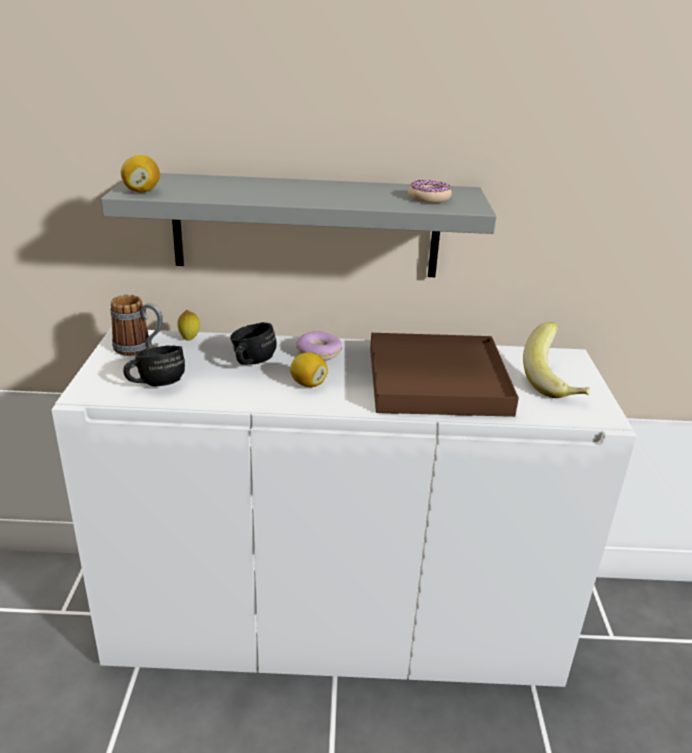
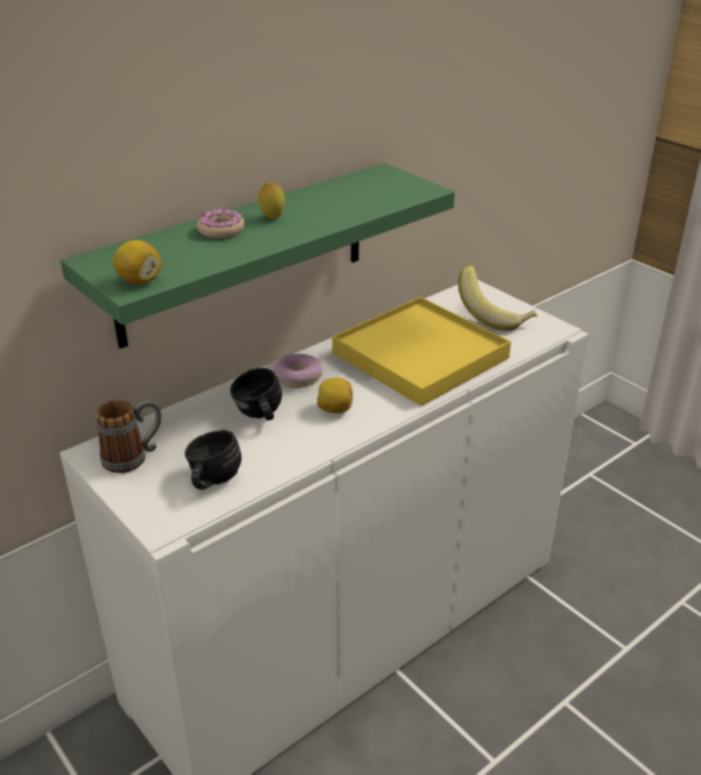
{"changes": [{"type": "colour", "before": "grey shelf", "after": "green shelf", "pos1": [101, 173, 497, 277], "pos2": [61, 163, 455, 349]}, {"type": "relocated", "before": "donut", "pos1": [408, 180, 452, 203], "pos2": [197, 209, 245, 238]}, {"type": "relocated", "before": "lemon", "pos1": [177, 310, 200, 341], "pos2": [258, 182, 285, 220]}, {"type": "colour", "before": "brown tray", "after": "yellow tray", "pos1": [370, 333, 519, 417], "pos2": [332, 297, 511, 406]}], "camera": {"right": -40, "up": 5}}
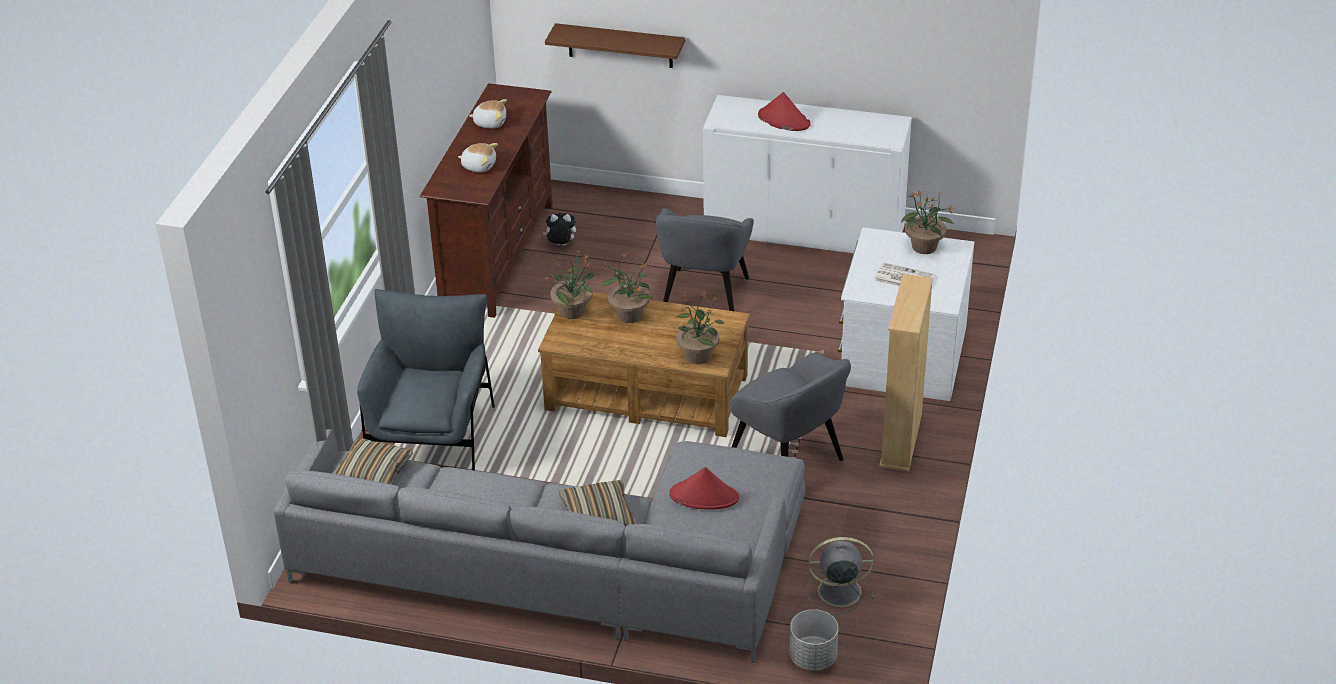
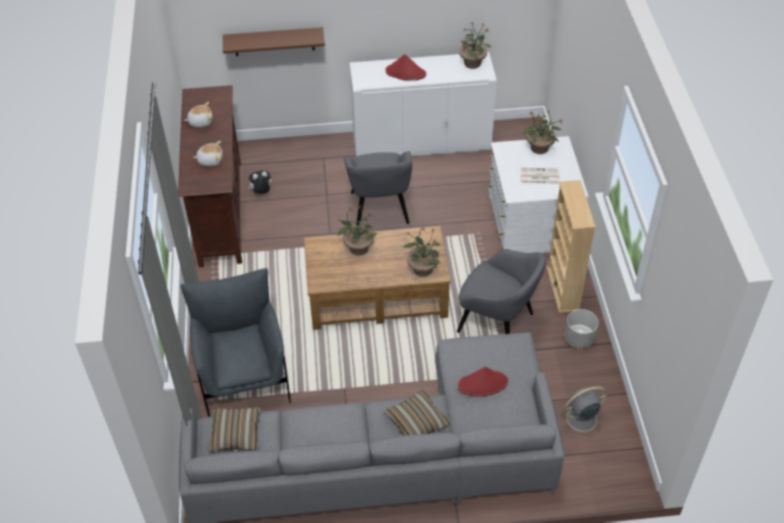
{"changes": [{"type": "relocated", "before": "potted plant", "pos1": [545, 251, 597, 319], "pos2": [459, 22, 491, 69]}, {"type": "relocated", "before": "grey planter", "pos1": [789, 609, 839, 671], "pos2": [564, 309, 599, 349]}], "camera": {"right": -20, "up": 10}}
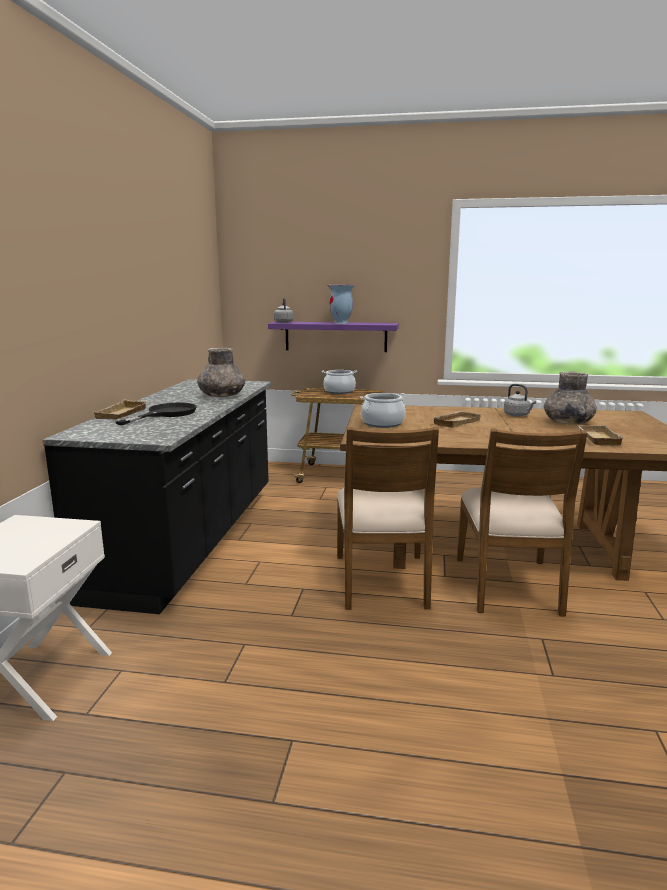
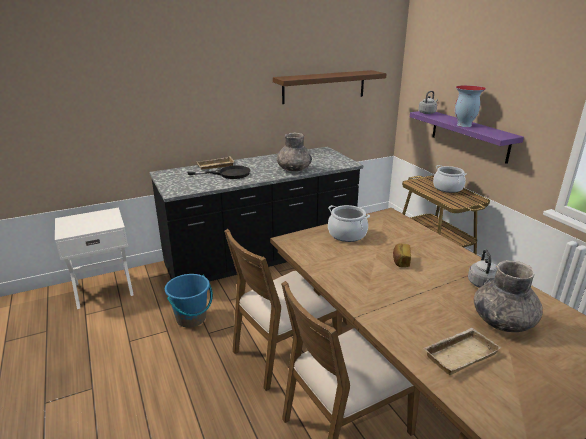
{"changes": [{"type": "appeared", "after": "blue bucket", "pos2": [165, 274, 213, 327]}, {"type": "appeared", "after": "brown shelf", "pos2": [273, 70, 386, 104]}, {"type": "exchanged", "before": "beige tray", "after": "bread", "pos1": [431, 411, 482, 428], "pos2": [393, 244, 411, 267]}], "camera": {"right": 55, "up": 10}}
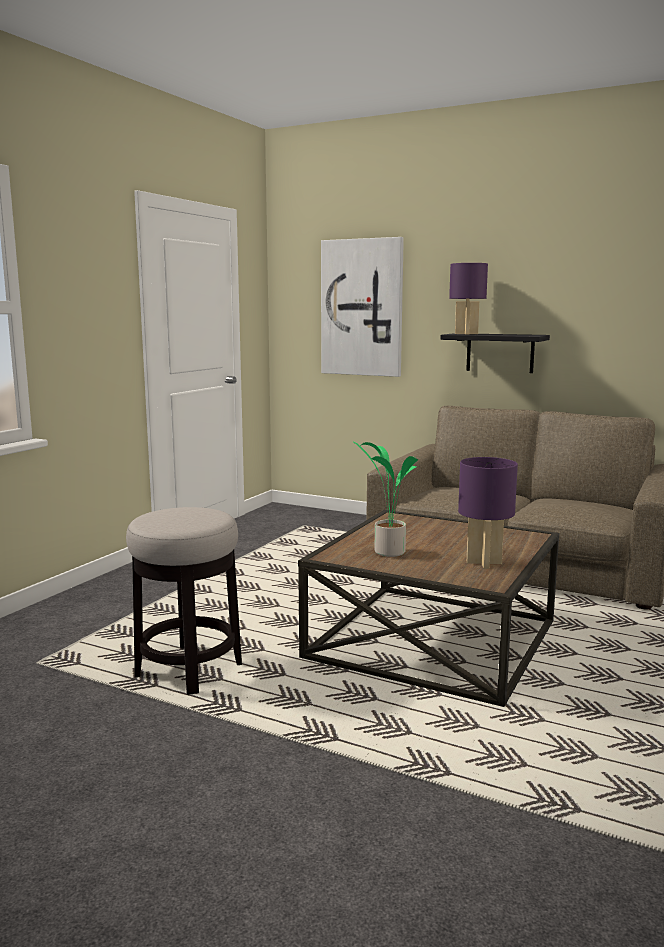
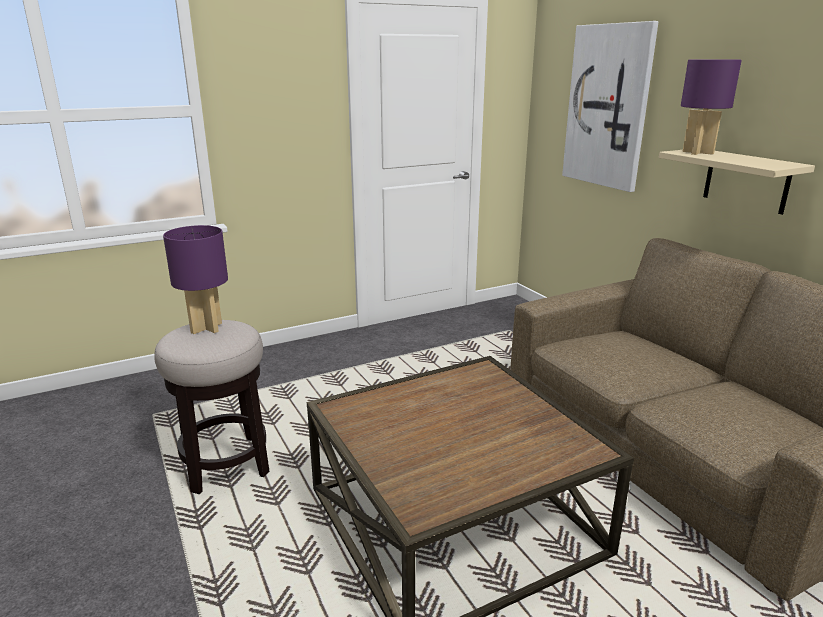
{"changes": [{"type": "relocated", "before": "purple table lamp", "pos1": [458, 457, 518, 569], "pos2": [163, 225, 228, 334]}, {"type": "colour", "before": "black shelf", "after": "beige shelf", "pos1": [440, 333, 550, 373], "pos2": [659, 150, 815, 215]}, {"type": "missing", "before": "potted plant", "pos1": [354, 442, 418, 557]}], "camera": {"right": 35, "up": 10}}
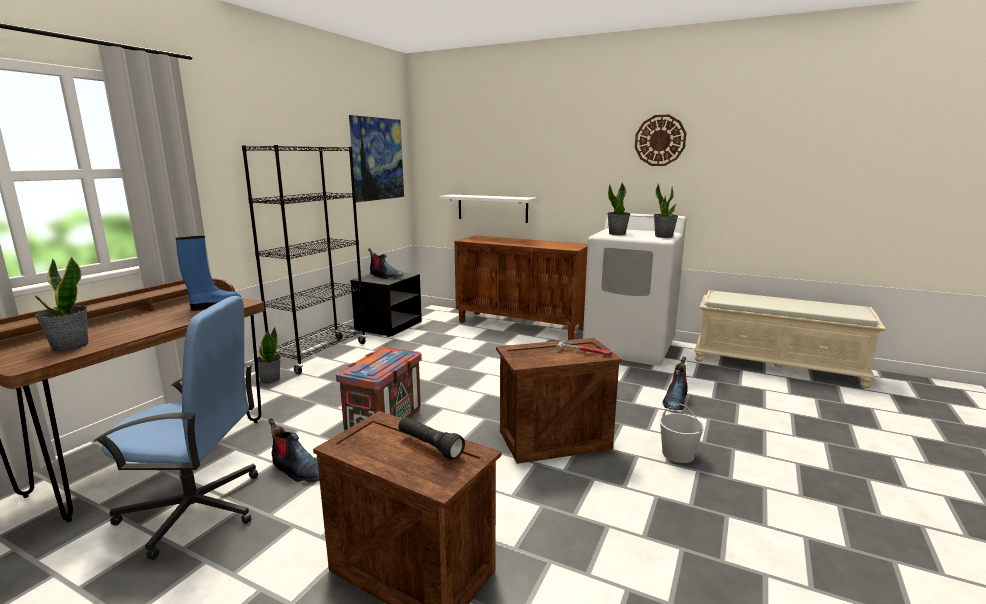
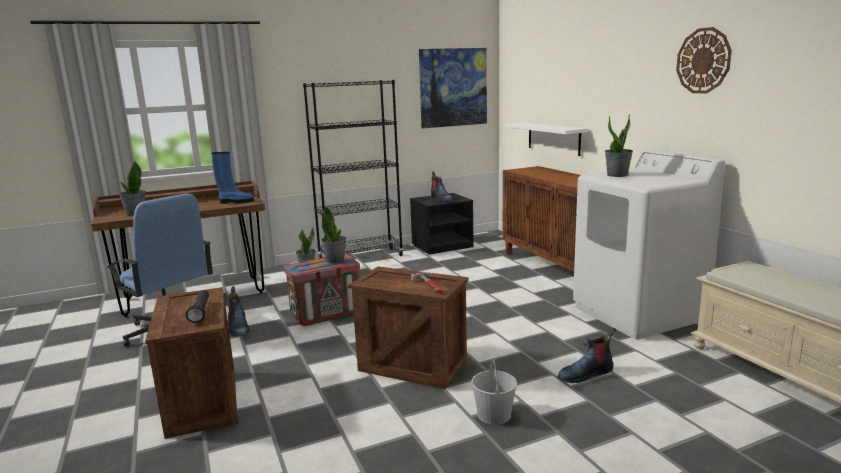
{"changes": [{"type": "relocated", "before": "potted plant", "pos1": [654, 184, 678, 238], "pos2": [321, 206, 346, 263]}], "camera": {"right": 40, "up": 0}}
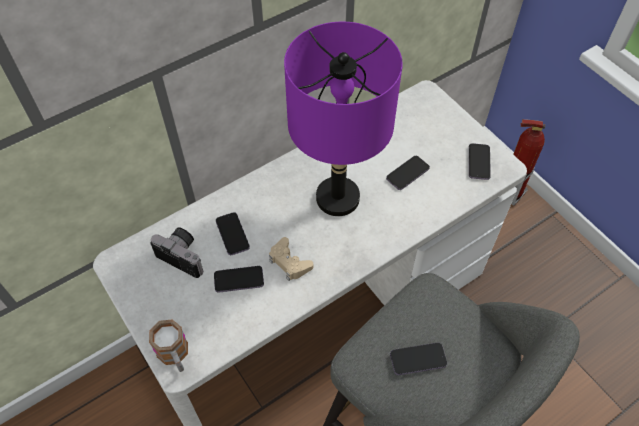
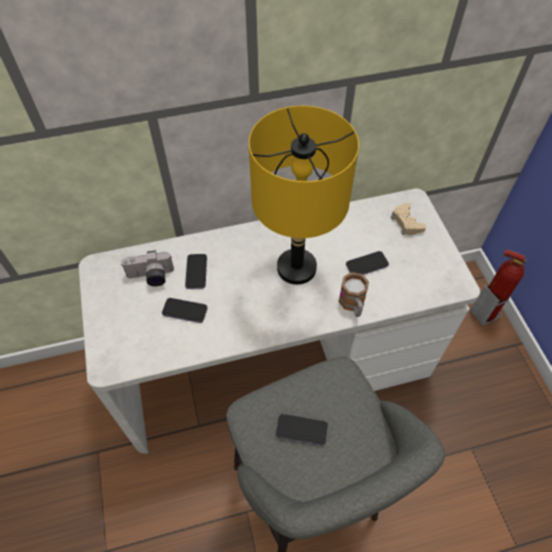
{"changes": [{"type": "spun", "before": "photo camera", "pos1": [151, 227, 203, 278], "pos2": [121, 250, 174, 286], "turn": 120}, {"type": "colour", "before": "purple table lamp", "after": "yellow table lamp", "pos1": [284, 22, 403, 216], "pos2": [249, 106, 359, 285]}, {"type": "relocated", "before": "mug", "pos1": [149, 320, 188, 372], "pos2": [339, 272, 369, 317]}, {"type": "relocated", "before": "beige game controller", "pos1": [269, 237, 313, 281], "pos2": [391, 203, 426, 235]}, {"type": "missing", "before": "phone", "pos1": [469, 143, 491, 180]}], "camera": {"right": 20, "up": 0}}
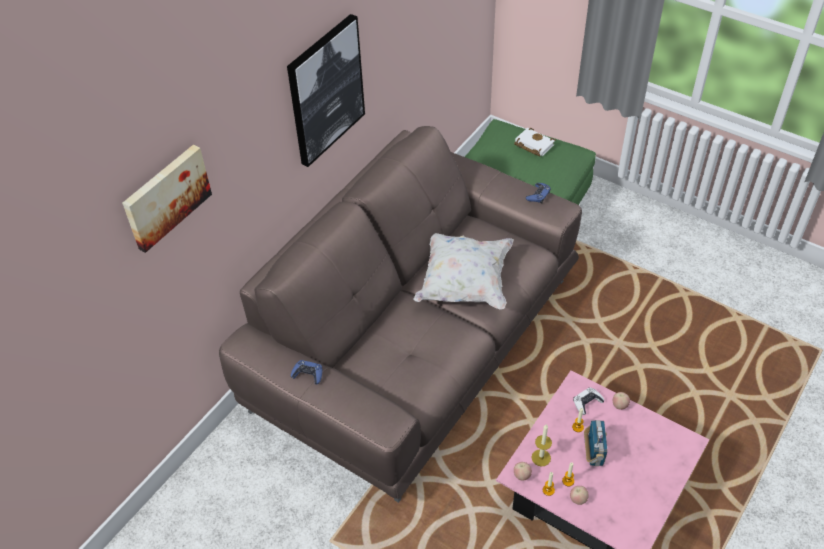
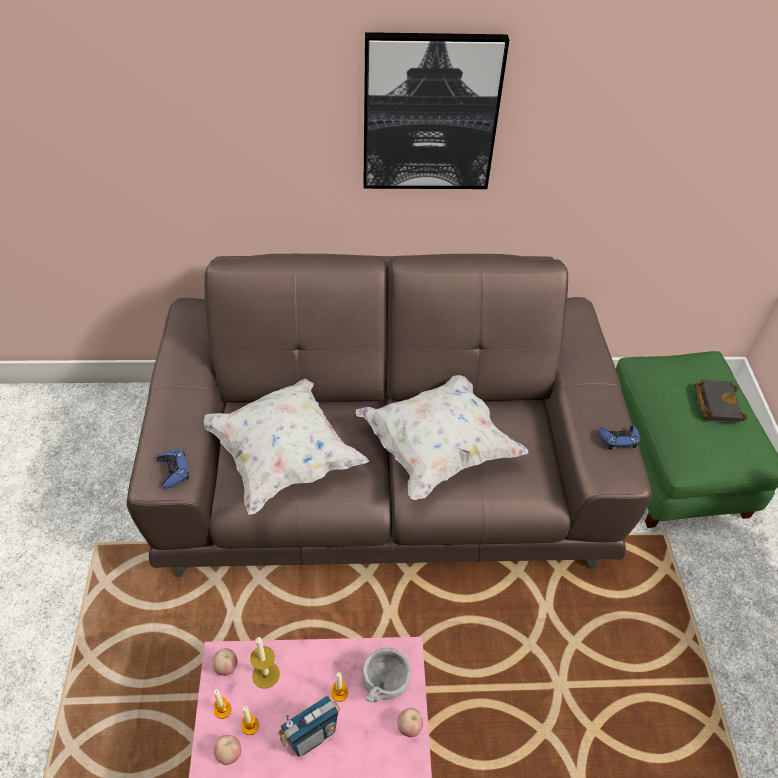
{"changes": [{"type": "relocated", "before": "blue game controller", "pos1": [291, 360, 322, 384], "pos2": [156, 450, 189, 488]}, {"type": "appeared", "after": "white pillow", "pos2": [204, 378, 369, 515]}, {"type": "exchanged", "before": "white game controller", "after": "grey bowl", "pos1": [573, 388, 604, 415], "pos2": [362, 648, 411, 703]}, {"type": "colour", "before": "white book", "after": "black book", "pos1": [514, 128, 555, 157], "pos2": [694, 380, 747, 423]}, {"type": "missing", "before": "picture", "pos1": [122, 144, 212, 253]}], "camera": {"right": 50, "up": 0}}
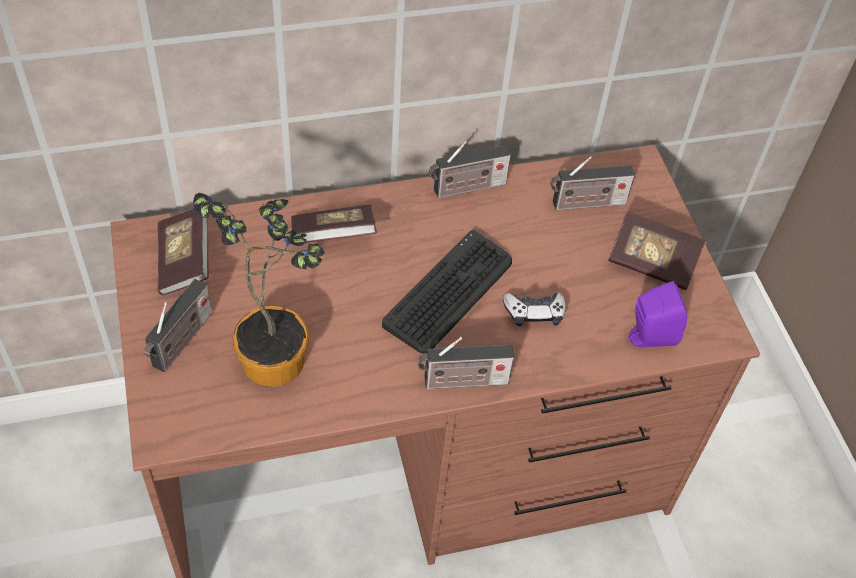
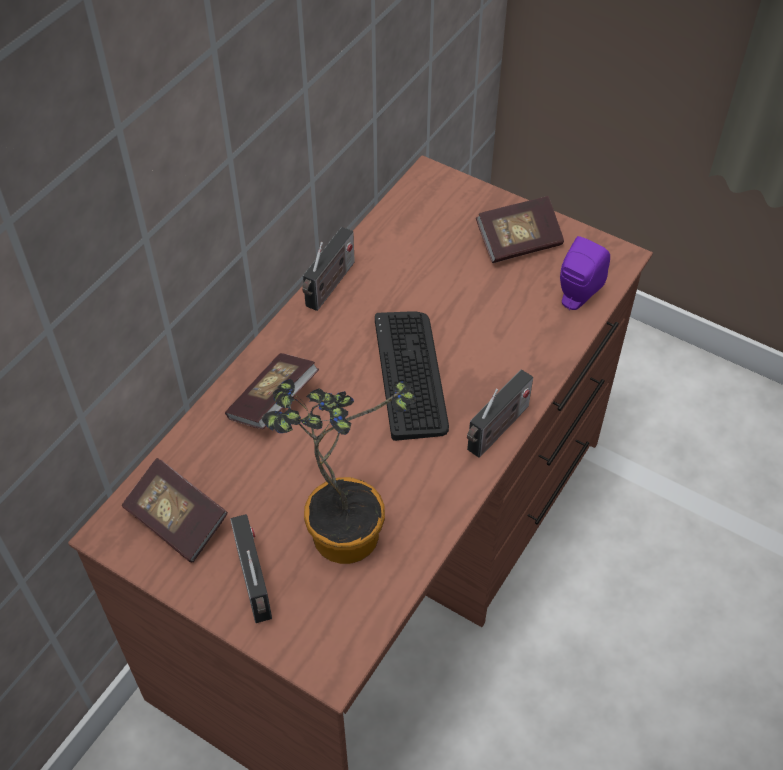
{"changes": [{"type": "missing", "before": "game controller", "pos1": [503, 292, 566, 326]}, {"type": "missing", "before": "radio", "pos1": [550, 156, 635, 210]}], "camera": {"right": -40, "up": 0}}
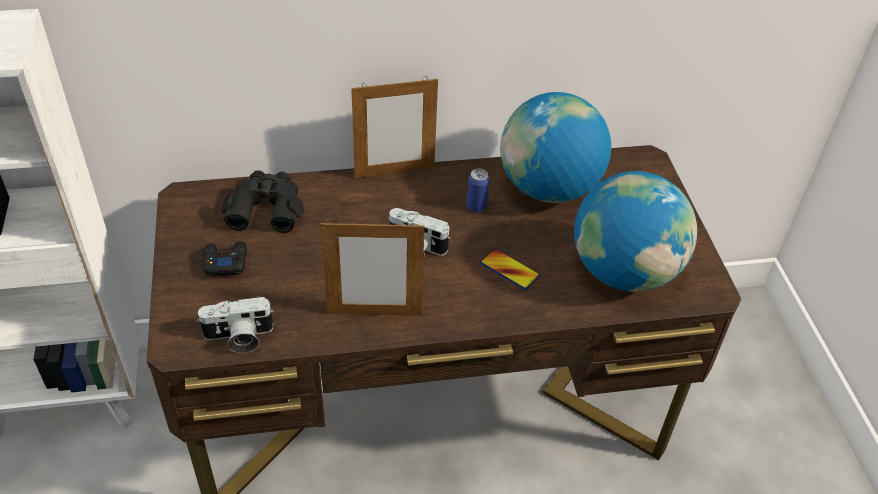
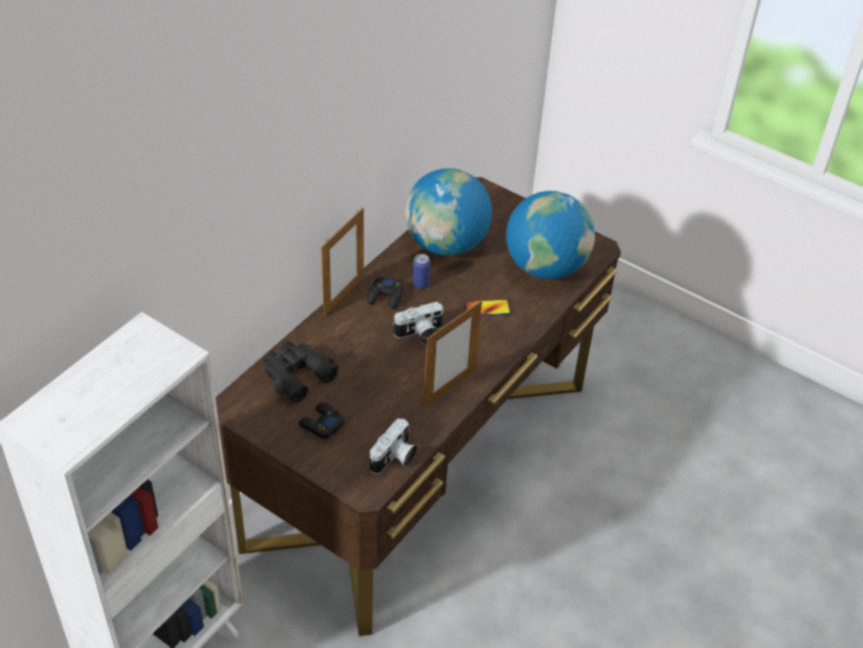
{"changes": [{"type": "appeared", "after": "black game controller", "pos2": [367, 276, 404, 309]}], "camera": {"right": -45, "up": 0}}
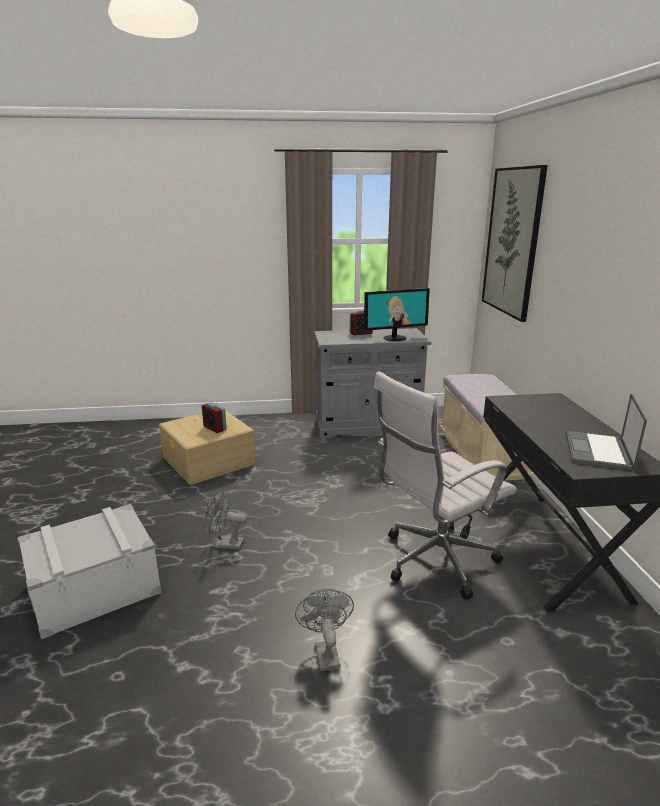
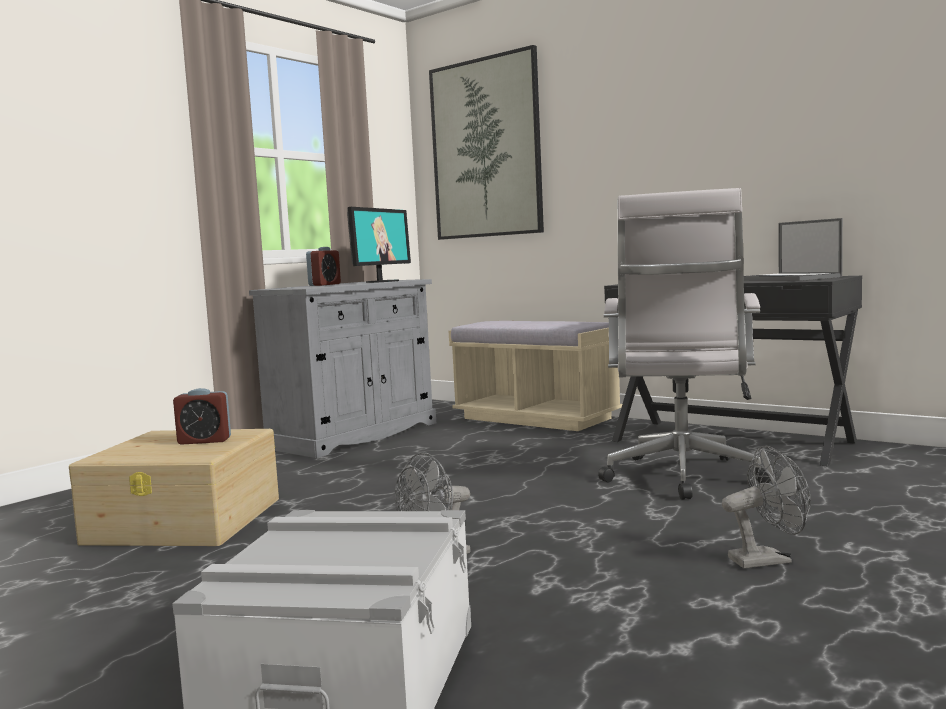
{"changes": [{"type": "spun", "before": "grey fan", "pos1": [295, 589, 354, 671], "pos2": [722, 446, 811, 569], "turn": 135}], "camera": {"right": -45, "up": -15}}
